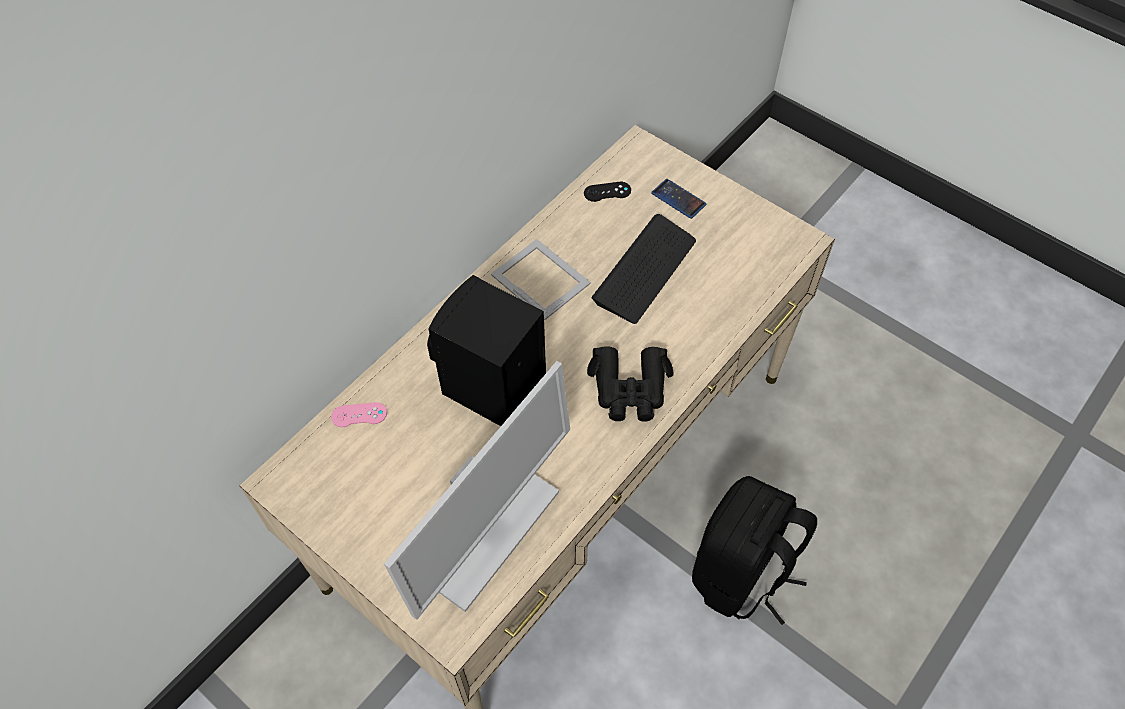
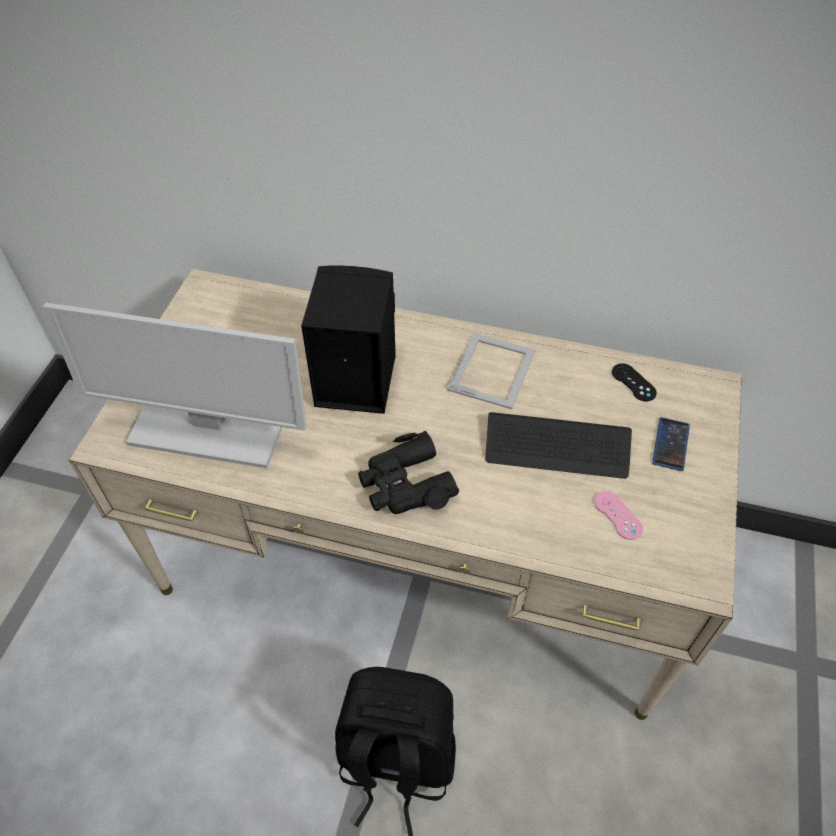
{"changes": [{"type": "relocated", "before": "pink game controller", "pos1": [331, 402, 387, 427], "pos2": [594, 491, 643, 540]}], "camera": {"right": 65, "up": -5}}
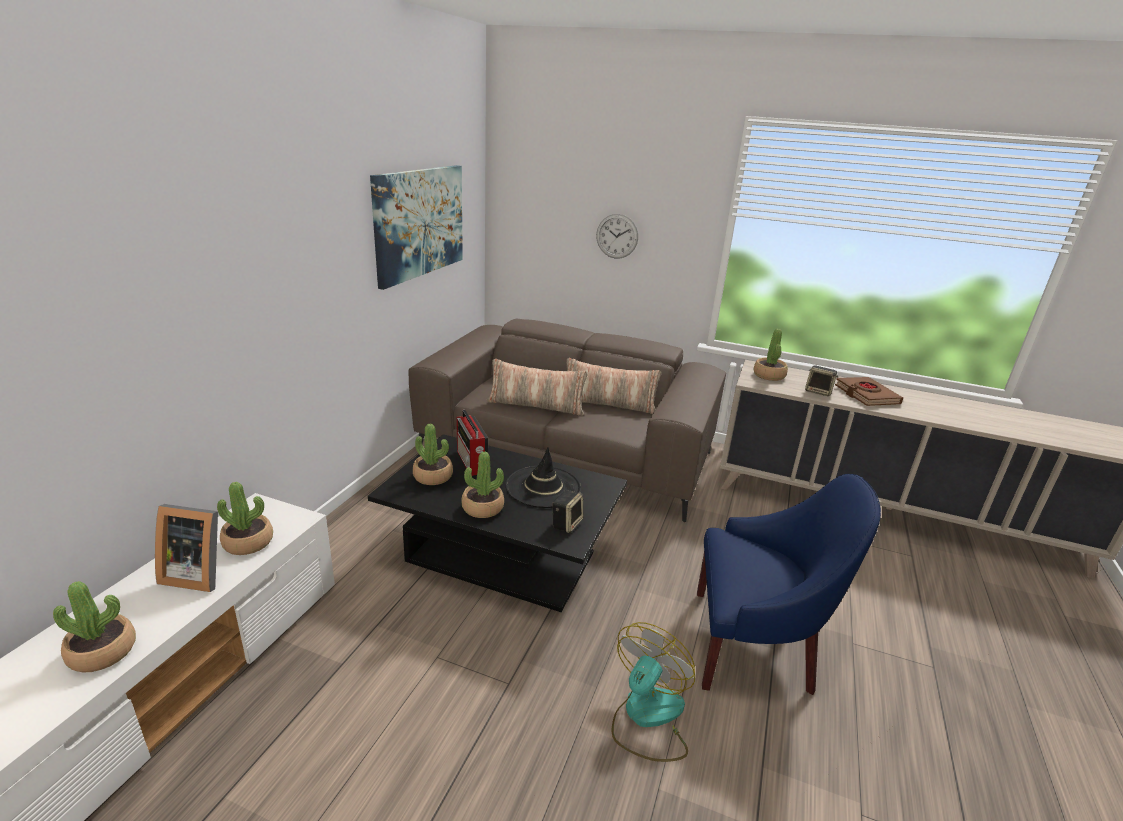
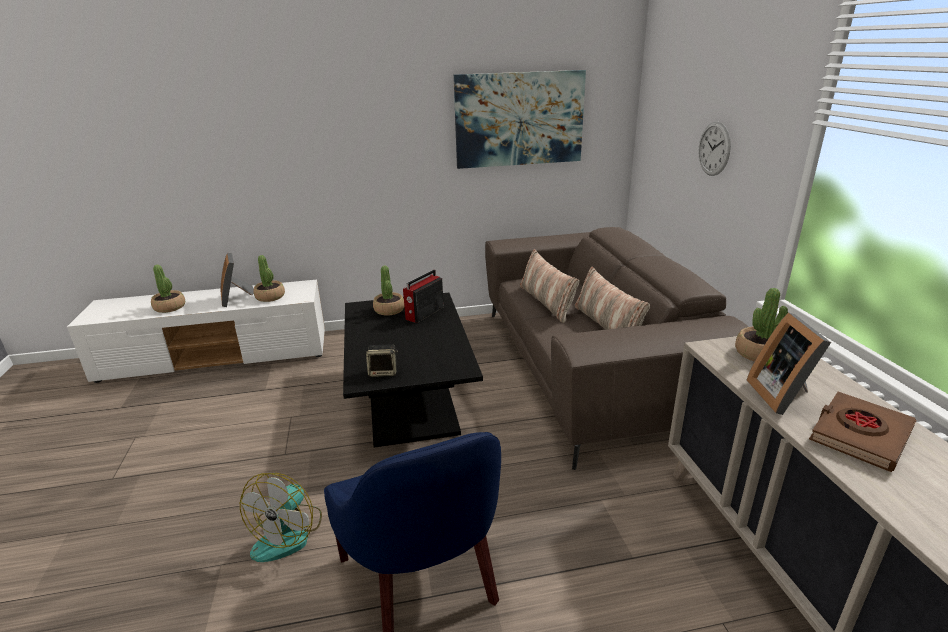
{"changes": [{"type": "spun", "before": "fan", "pos1": [612, 622, 695, 762], "pos2": [240, 473, 322, 562], "turn": 105}, {"type": "exchanged", "before": "speaker", "after": "picture frame", "pos1": [805, 365, 839, 396], "pos2": [747, 312, 831, 415]}, {"type": "missing", "before": "potted plant", "pos1": [461, 452, 504, 518]}, {"type": "missing", "before": "black hat", "pos1": [505, 447, 581, 508]}], "camera": {"right": 60, "up": 0}}
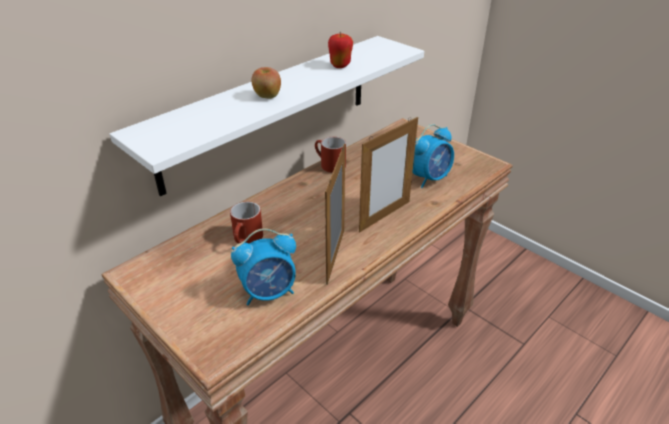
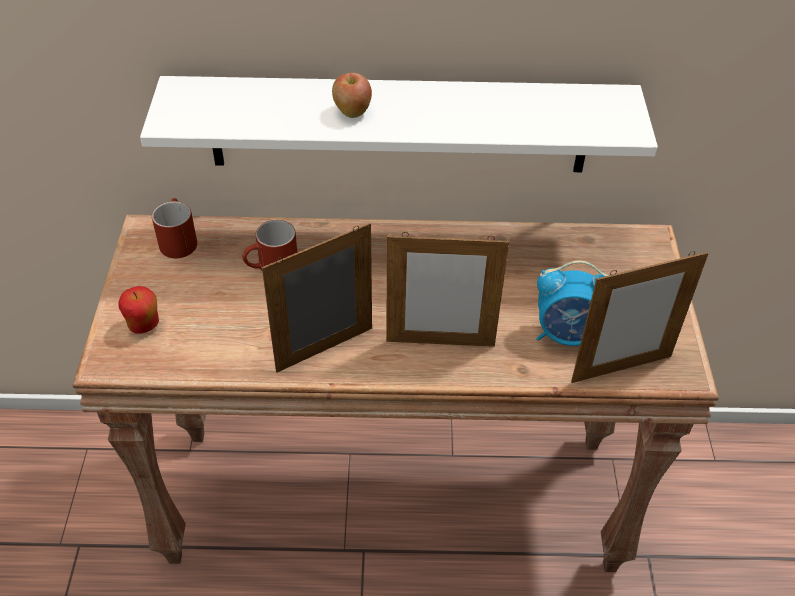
{"changes": [{"type": "relocated", "before": "apple", "pos1": [328, 32, 353, 68], "pos2": [118, 286, 159, 334]}, {"type": "relocated", "before": "red mug", "pos1": [315, 137, 346, 173], "pos2": [152, 198, 197, 258]}, {"type": "appeared", "after": "picture frame", "pos2": [571, 251, 709, 383]}, {"type": "missing", "before": "alarm clock", "pos1": [231, 228, 296, 306]}], "camera": {"right": 45, "up": 10}}
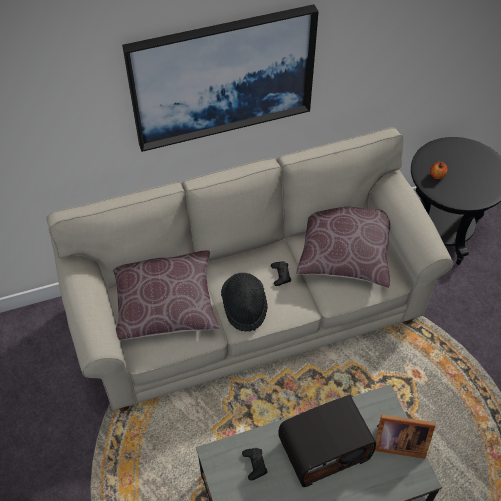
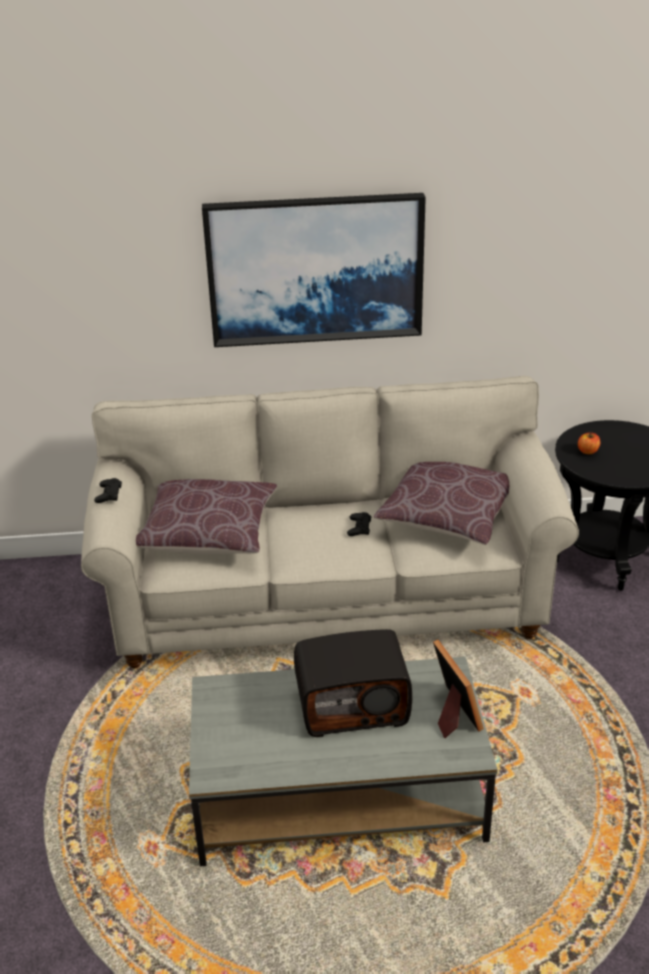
{"changes": [{"type": "relocated", "before": "black game controller", "pos1": [242, 448, 268, 481], "pos2": [94, 478, 122, 503]}, {"type": "spun", "before": "picture frame", "pos1": [375, 414, 435, 459], "pos2": [433, 639, 484, 738], "turn": -135}, {"type": "missing", "before": "black hat", "pos1": [221, 273, 268, 332]}], "camera": {"right": 15, "up": -20}}
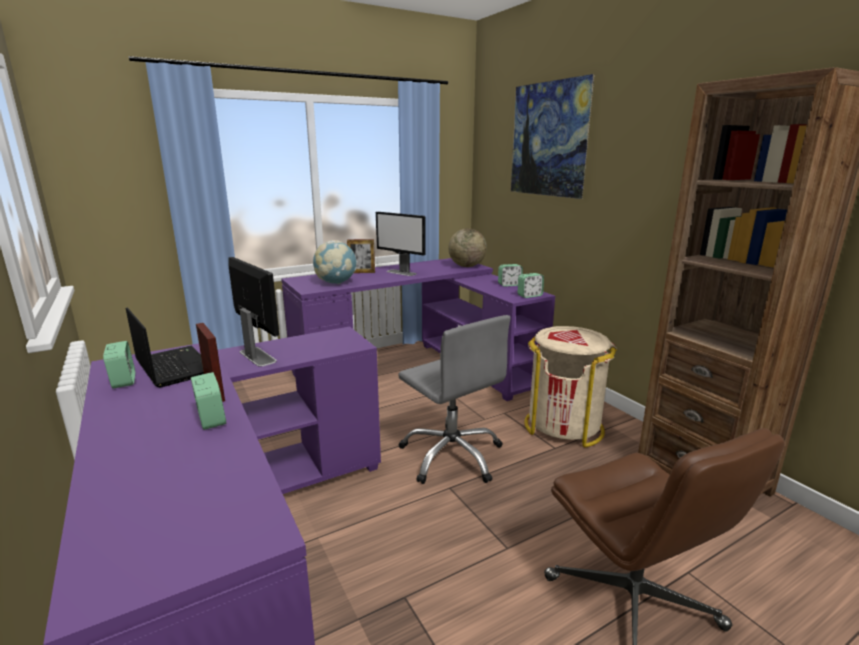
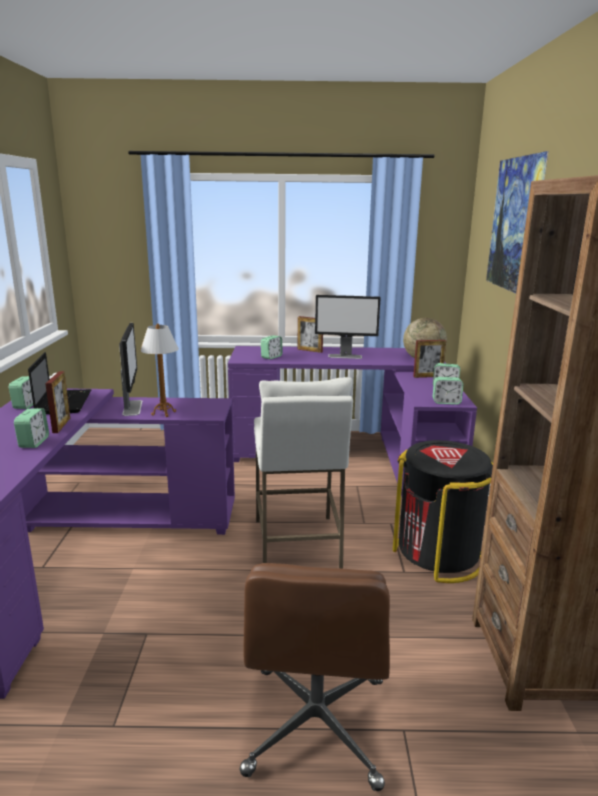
{"changes": [{"type": "appeared", "after": "table lamp", "pos2": [140, 323, 179, 417]}, {"type": "exchanged", "before": "grey office chair", "after": "white stool", "pos1": [398, 315, 511, 484], "pos2": [254, 377, 353, 569]}, {"type": "exchanged", "before": "globe", "after": "alarm clock", "pos1": [313, 240, 357, 284], "pos2": [261, 335, 283, 359]}, {"type": "spun", "before": "monitor", "pos1": [376, 212, 426, 276], "pos2": [315, 295, 381, 359], "turn": -60}, {"type": "colour", "before": "beige trash can", "after": "black trash can", "pos1": [524, 326, 617, 448], "pos2": [393, 440, 493, 583]}, {"type": "appeared", "after": "picture frame", "pos2": [413, 340, 446, 378]}], "camera": {"right": 30, "up": 0}}
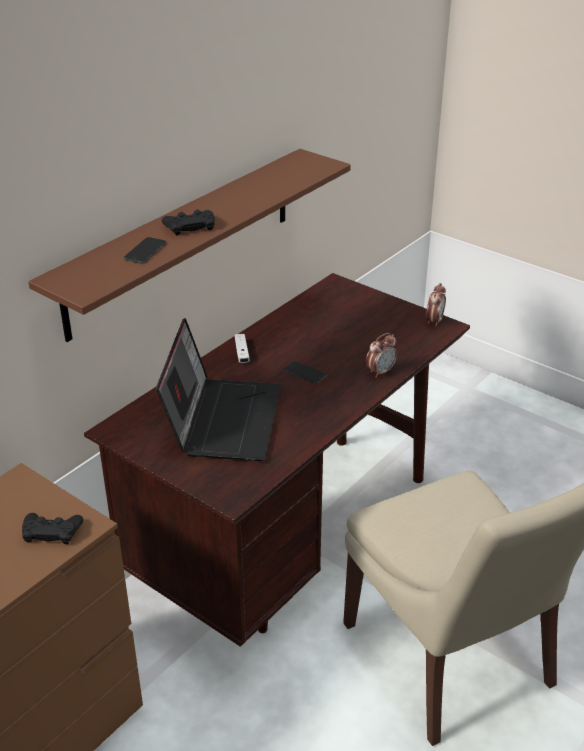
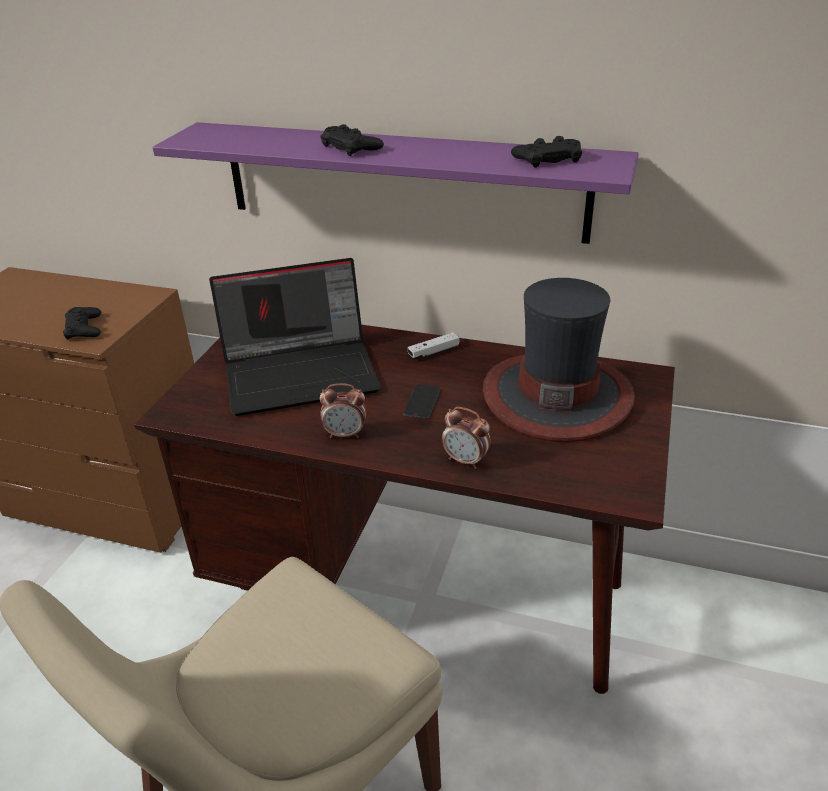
{"changes": [{"type": "colour", "before": "brown shelf", "after": "purple shelf", "pos1": [28, 149, 351, 342], "pos2": [152, 122, 639, 244]}, {"type": "relocated", "before": "alarm clock", "pos1": [426, 283, 446, 327], "pos2": [320, 383, 366, 438]}, {"type": "appeared", "after": "hat", "pos2": [483, 278, 635, 442]}, {"type": "appeared", "after": "black game controller", "pos2": [511, 136, 582, 168]}, {"type": "missing", "before": "phone", "pos1": [124, 237, 167, 263]}], "camera": {"right": 70, "up": 0}}
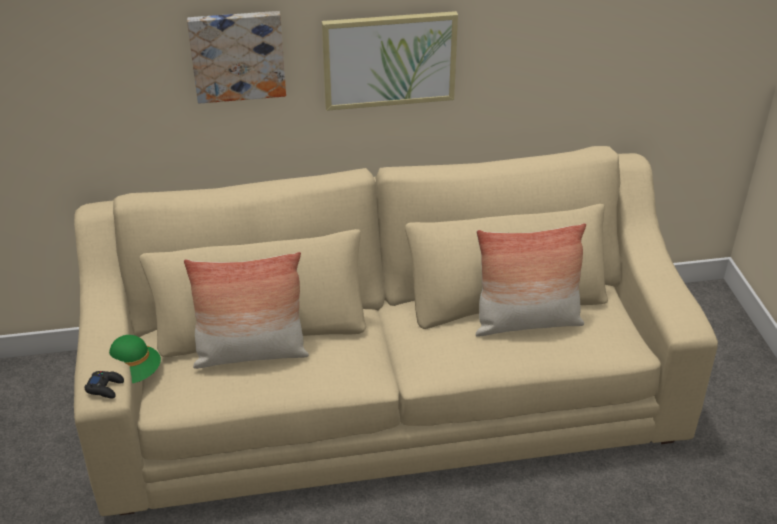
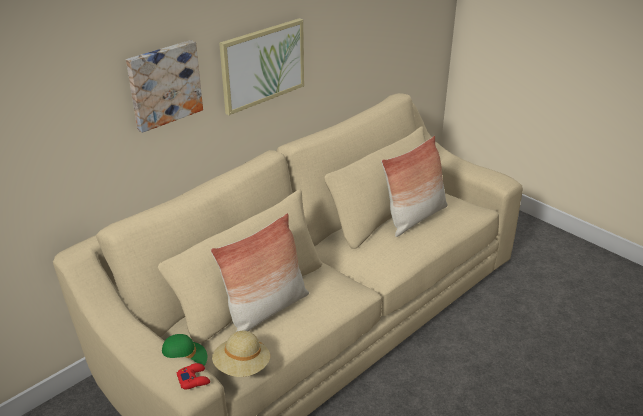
{"changes": [{"type": "colour", "before": "black game controller", "after": "red game controller", "pos1": [84, 371, 124, 398], "pos2": [177, 363, 210, 389]}, {"type": "appeared", "after": "beige hat", "pos2": [212, 331, 270, 377]}], "camera": {"right": -35, "up": -5}}
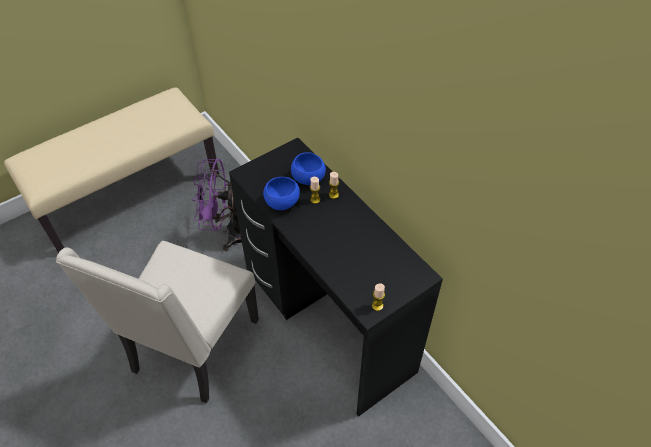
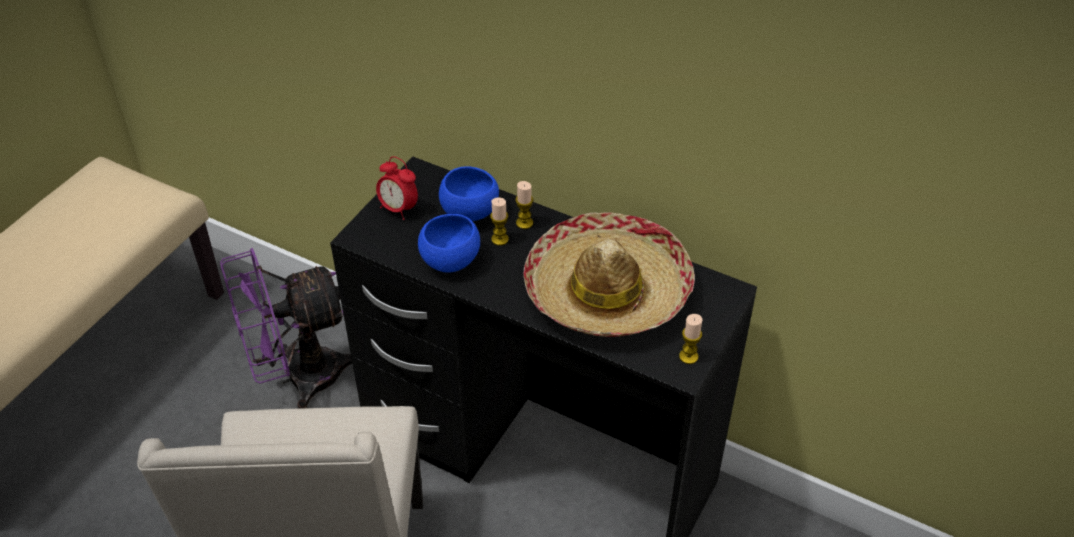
{"changes": [{"type": "appeared", "after": "alarm clock", "pos2": [376, 156, 418, 220]}, {"type": "appeared", "after": "hat", "pos2": [524, 212, 695, 337]}], "camera": {"right": -25, "up": -5}}
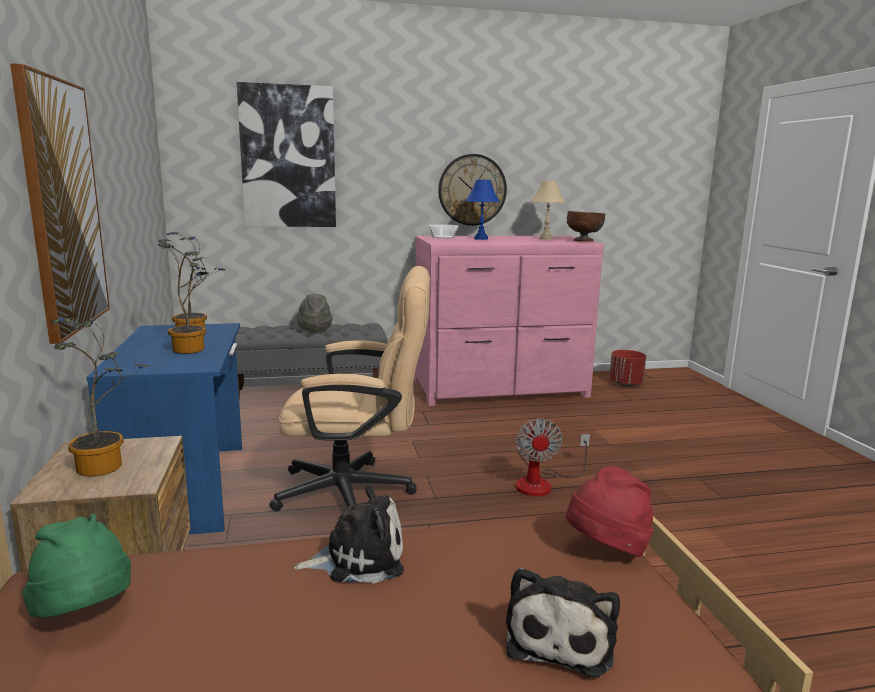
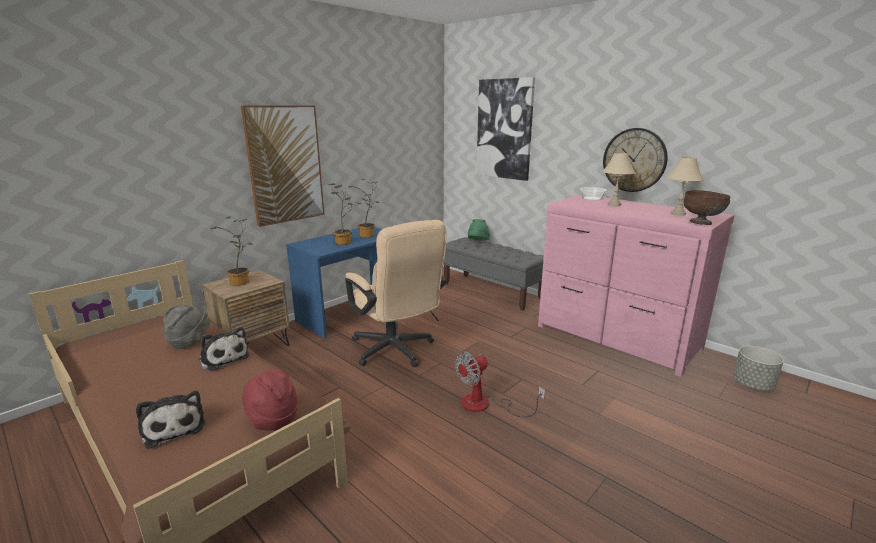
{"changes": [{"type": "spun", "before": "plush toy", "pos1": [506, 567, 620, 677], "pos2": [136, 391, 205, 449], "turn": -105}, {"type": "relocated", "before": "grey hat", "pos1": [298, 294, 332, 332], "pos2": [163, 305, 210, 349]}, {"type": "relocated", "before": "green hat", "pos1": [23, 514, 131, 618], "pos2": [468, 219, 490, 240]}, {"type": "colour", "before": "blue table lamp", "after": "beige table lamp", "pos1": [465, 179, 500, 240], "pos2": [602, 153, 635, 206]}, {"type": "colour", "before": "red planter", "after": "grey planter", "pos1": [609, 350, 646, 387], "pos2": [733, 346, 784, 391]}], "camera": {"right": 55, "up": 5}}
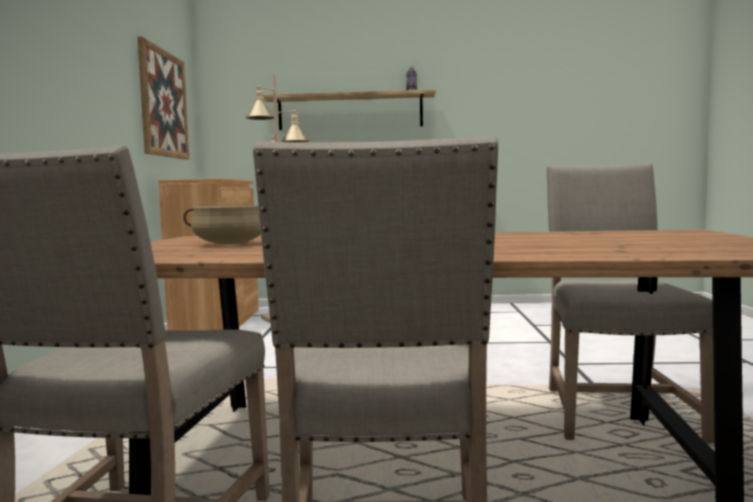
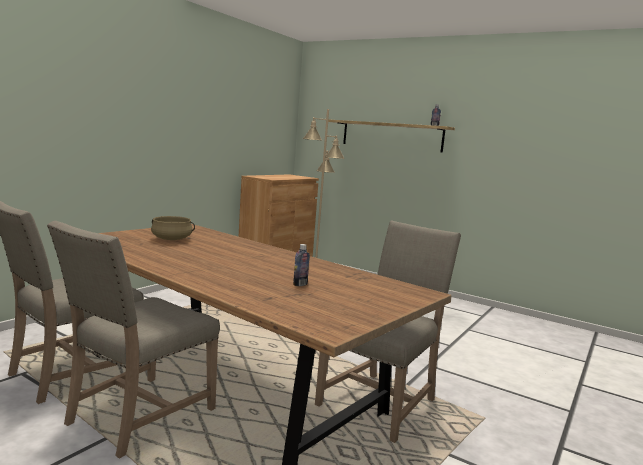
{"changes": [{"type": "appeared", "after": "bottle", "pos2": [293, 244, 310, 286]}, {"type": "missing", "before": "picture", "pos1": [138, 37, 189, 160]}], "camera": {"right": 30, "up": 5}}
